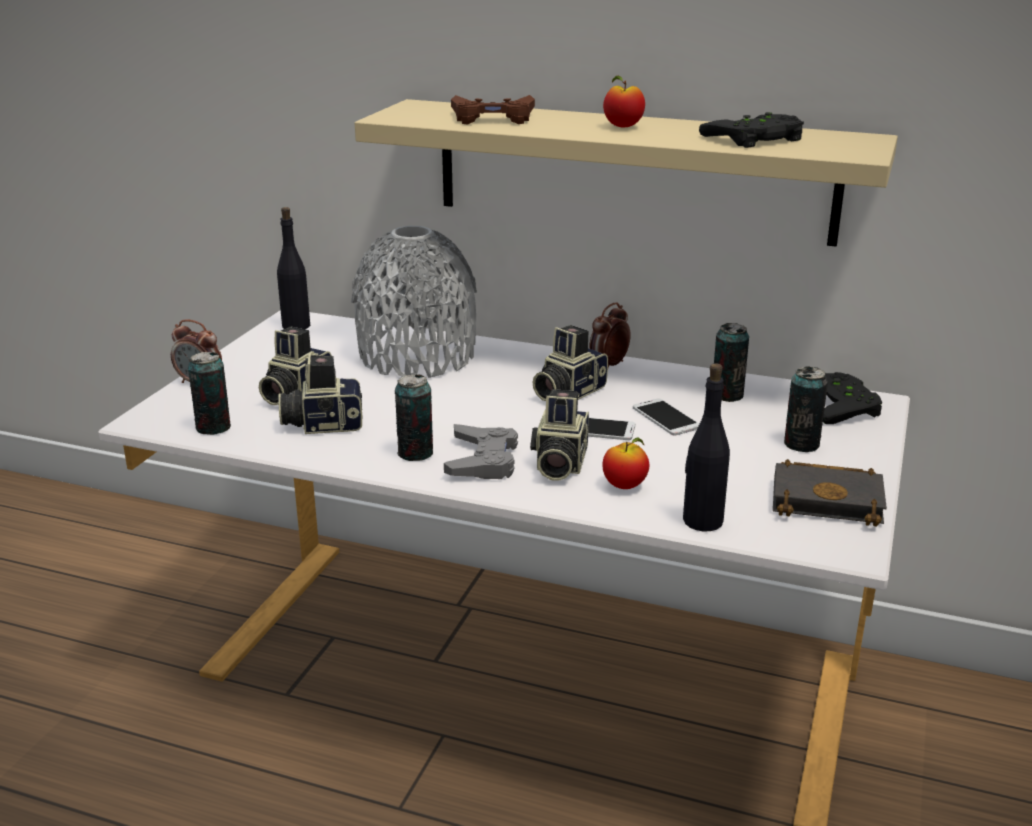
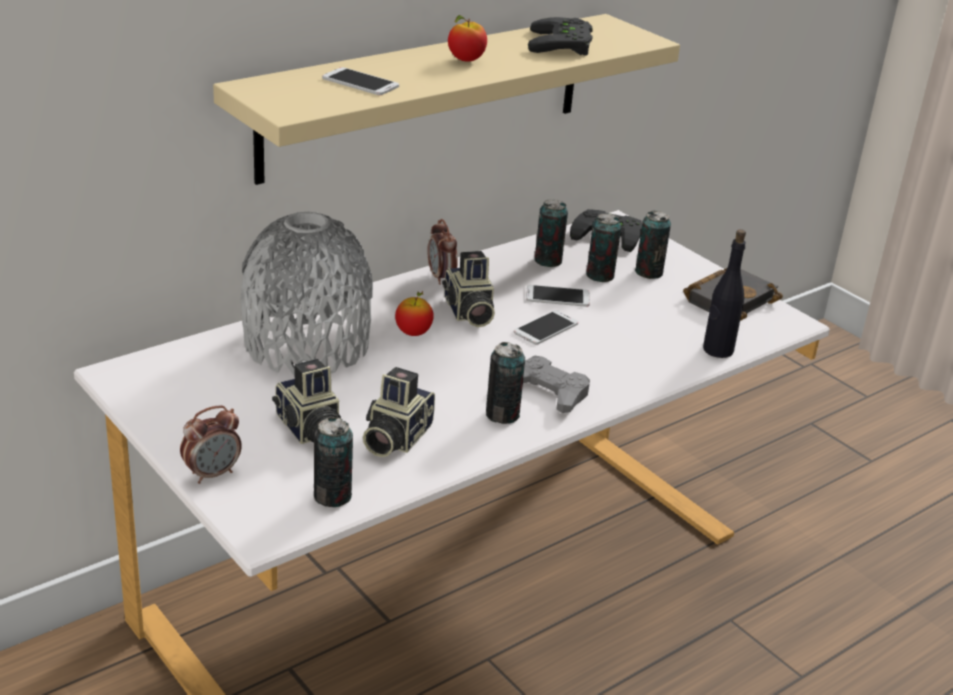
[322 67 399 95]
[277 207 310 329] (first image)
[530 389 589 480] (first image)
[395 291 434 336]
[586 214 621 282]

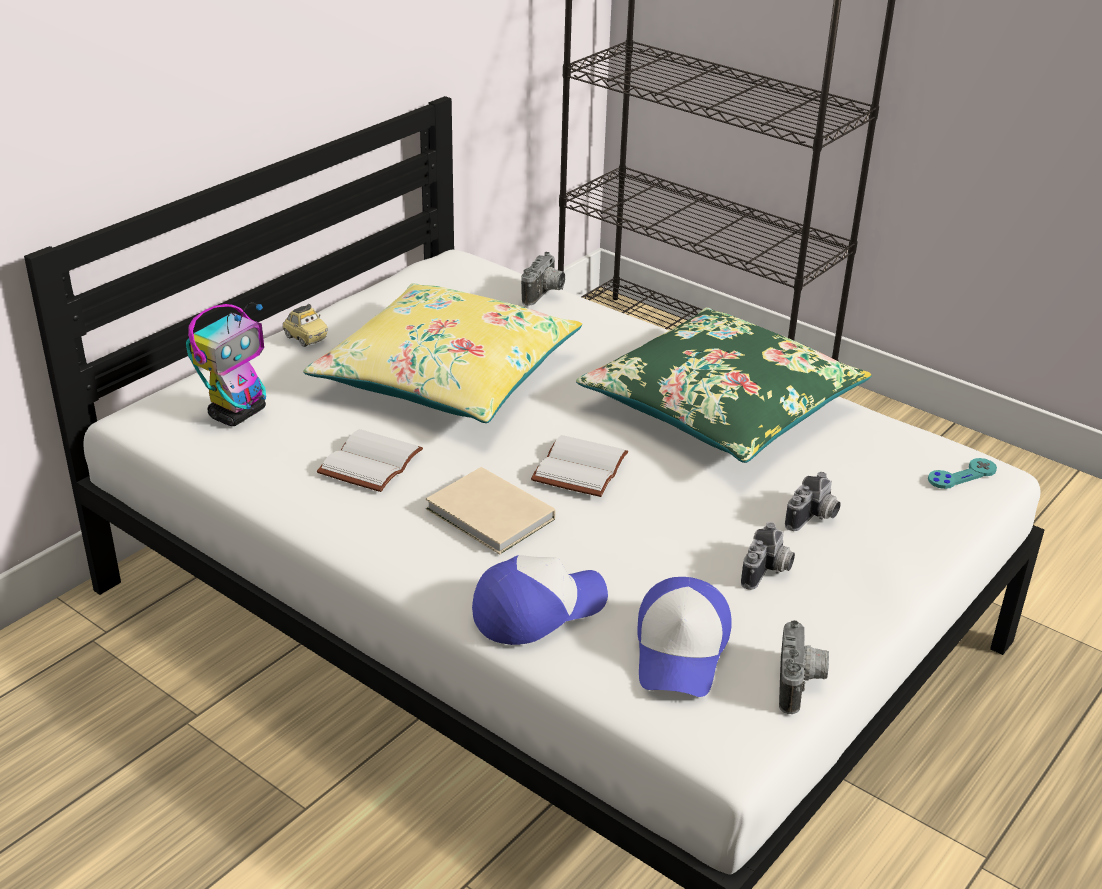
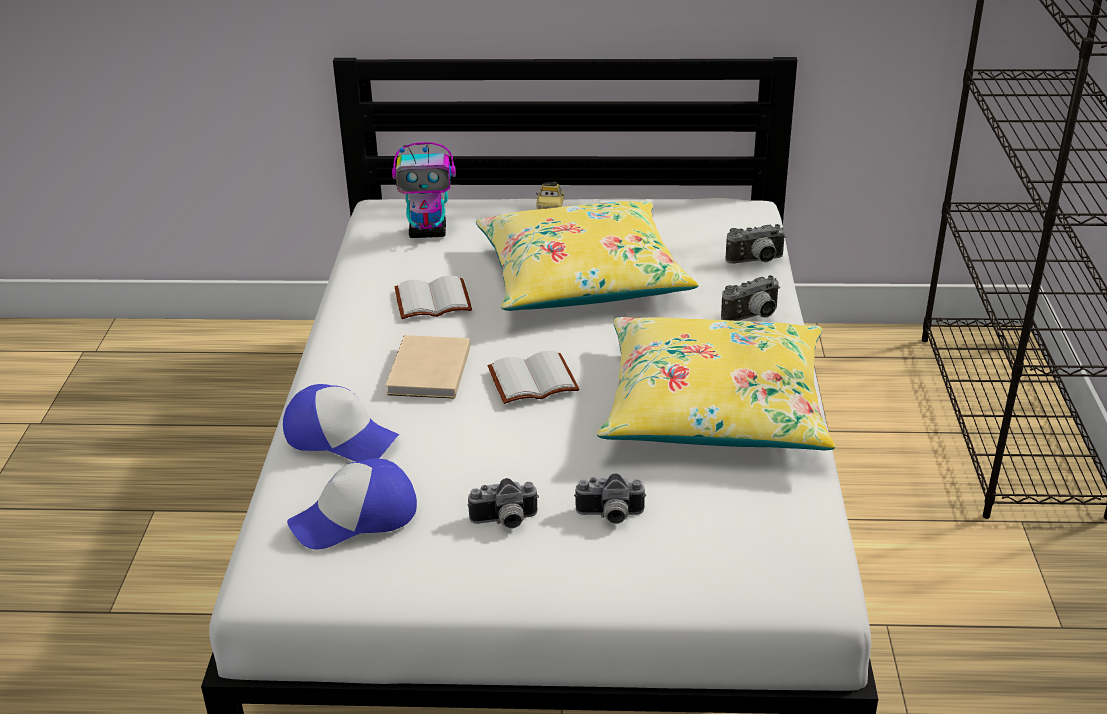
[597 317 835 450]
[928 458 997 489] (first image)
[721 275 780 321]

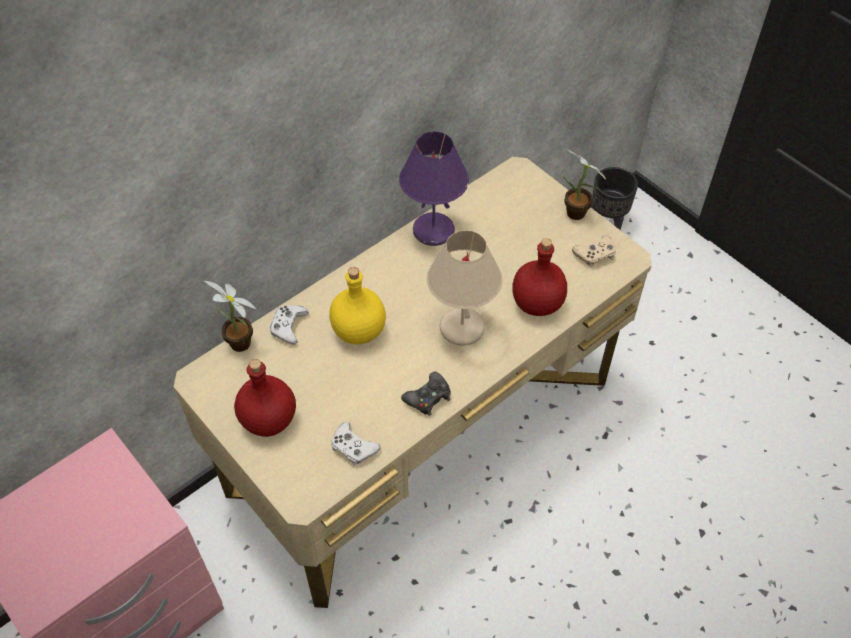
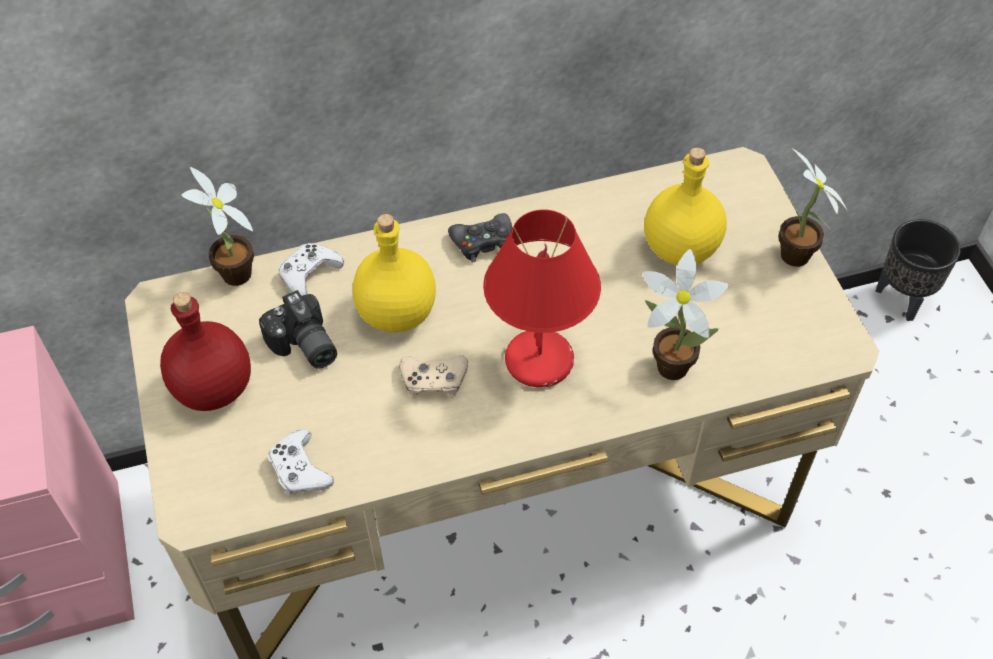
[399 131 469 246] (first image)
[483 209 601 388]
[399 355 468 398]
[643 249 730 380]
[448 213 512 263]
[644 147 727 265]
[259 290 337 368]

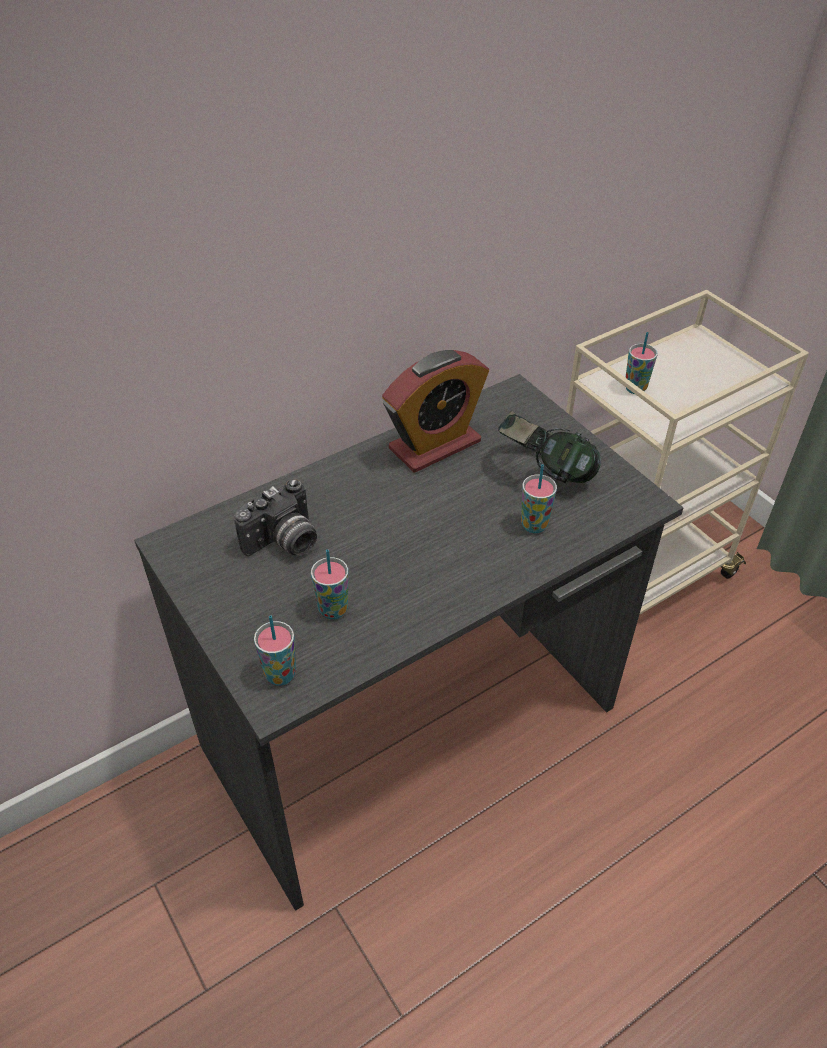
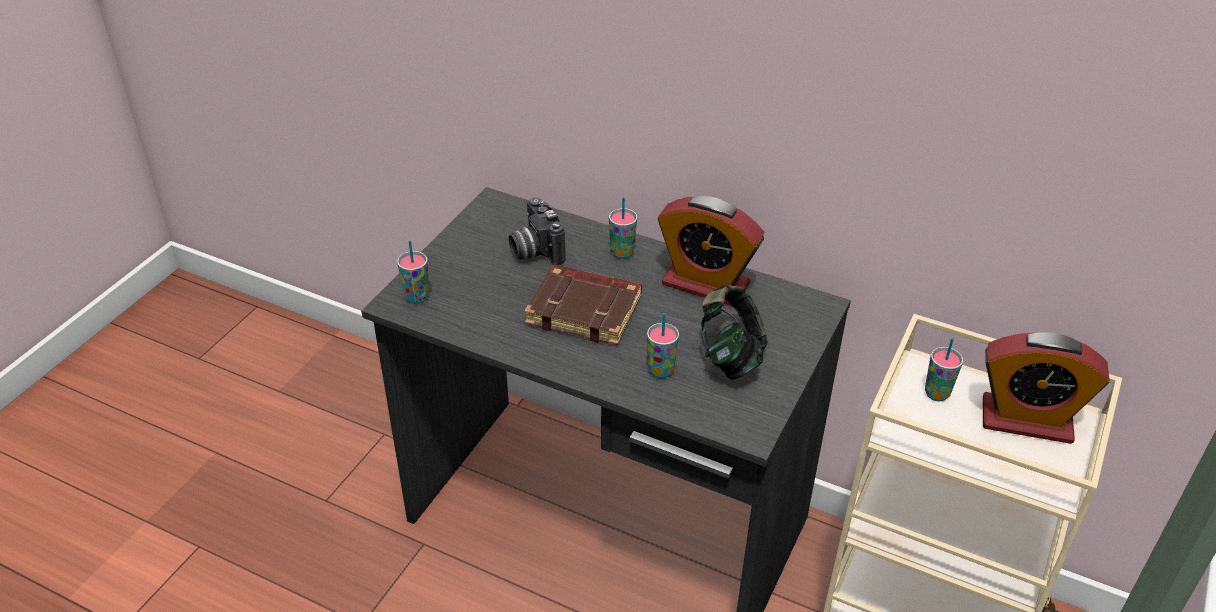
[509 197 566 265]
[609 197 637 259]
[524 265 642 345]
[983 332 1110 444]

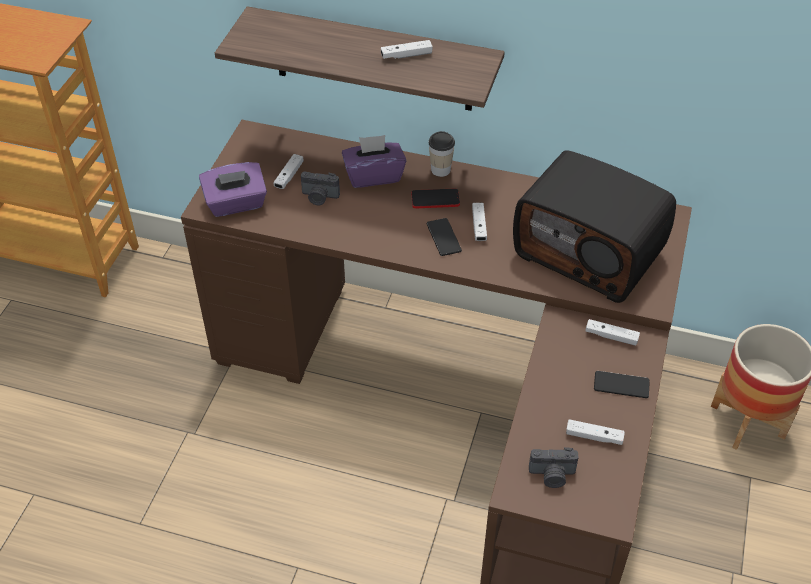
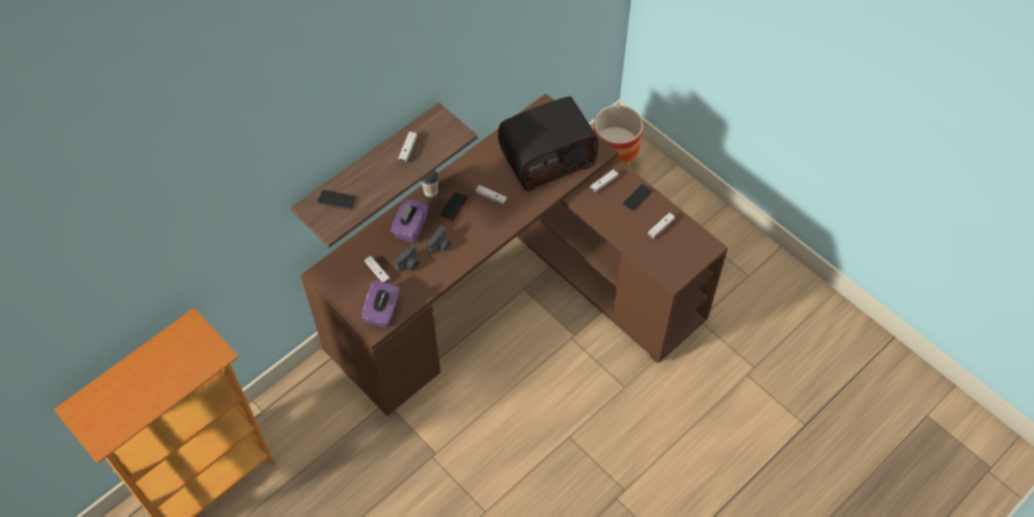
[318 190 356 210]
[427 225 450 255]

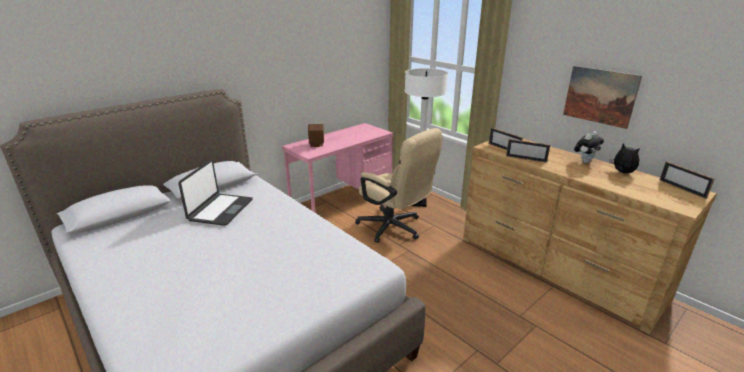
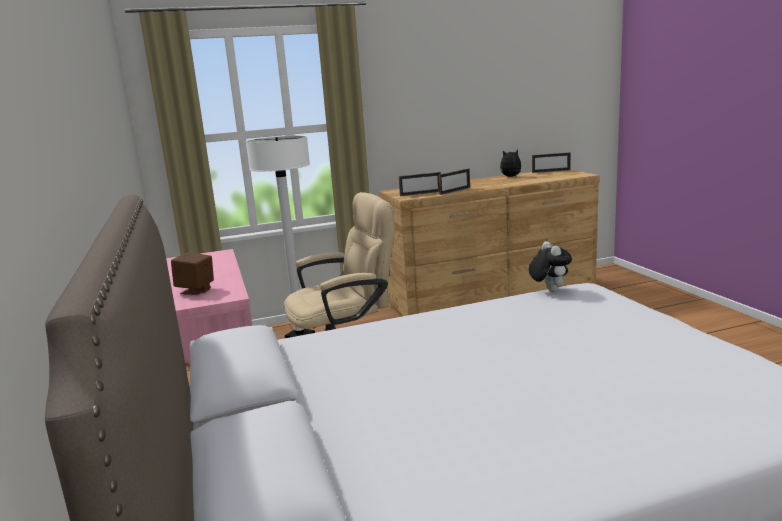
[563 66 642 129] (first image)
[529 241 572 292]
[178 160 253 226] (first image)

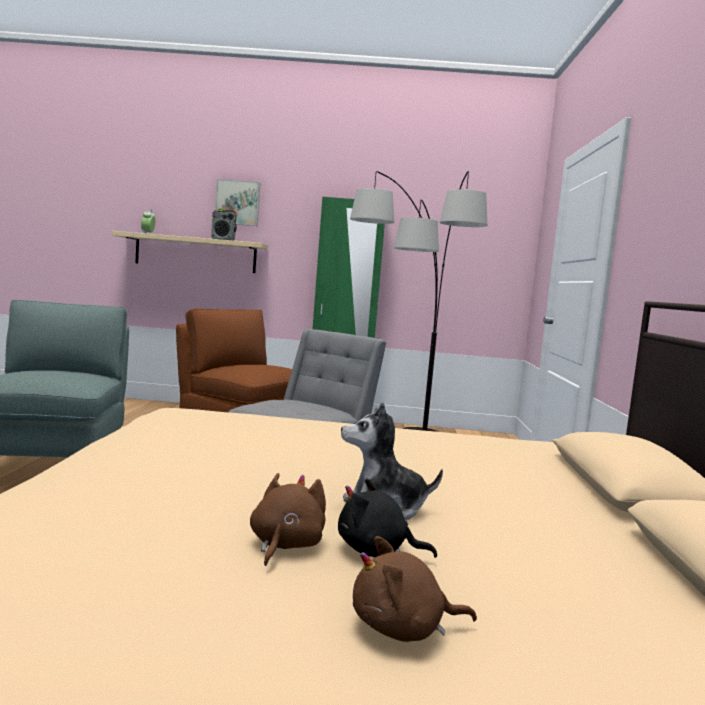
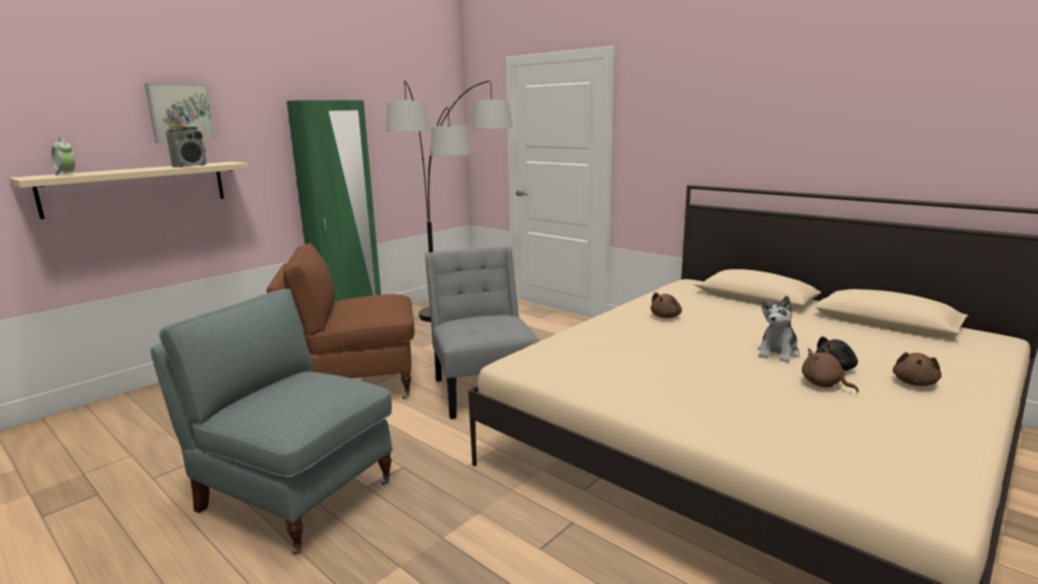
[651 292 682 318]

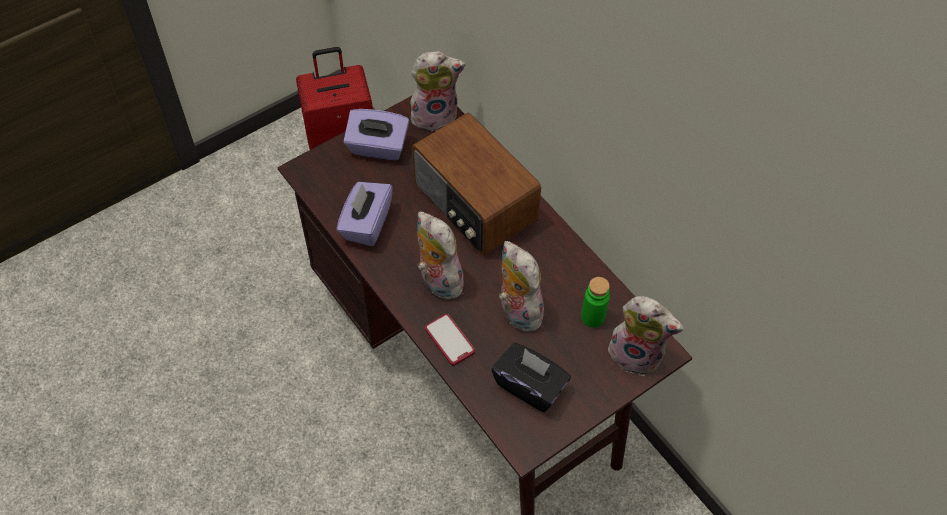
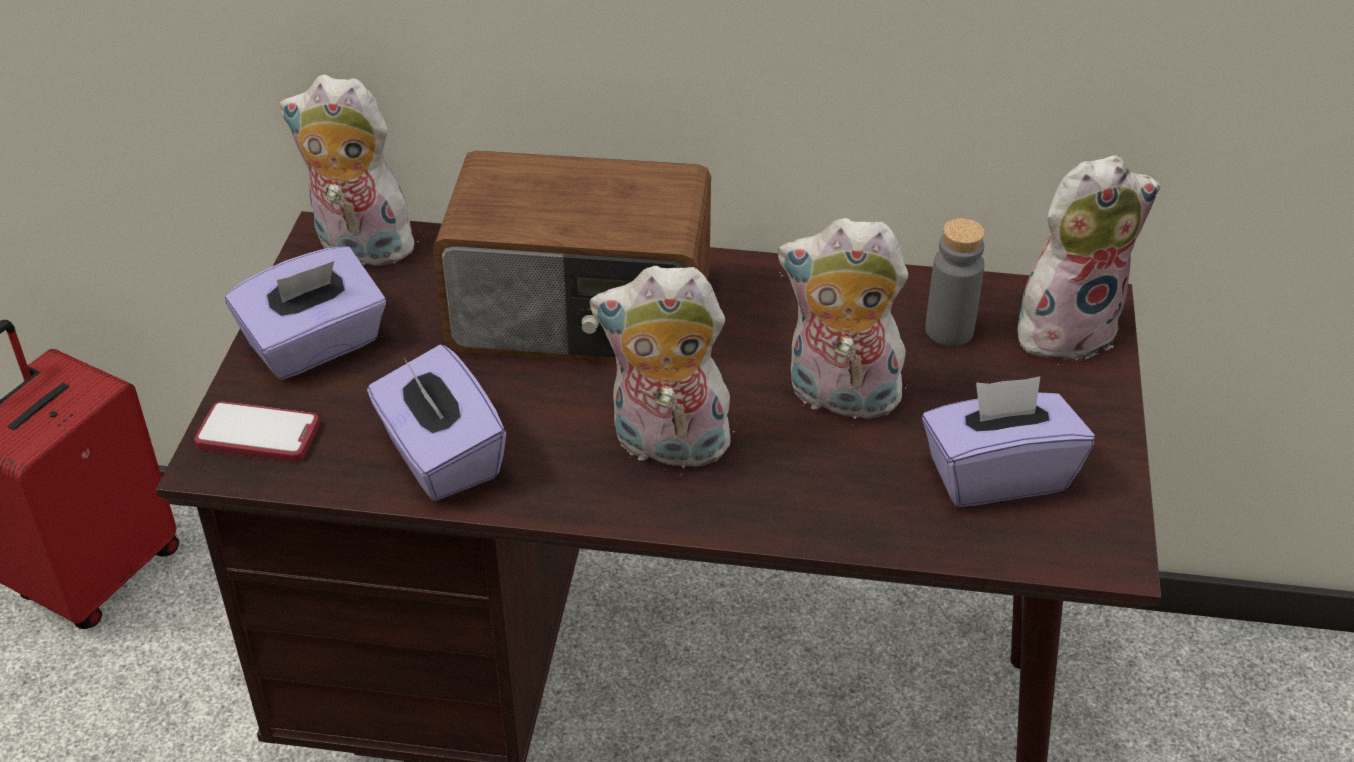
[280 75 419 266]
[925 218 985 346]
[195 402 320 462]
[922 377 1095 507]

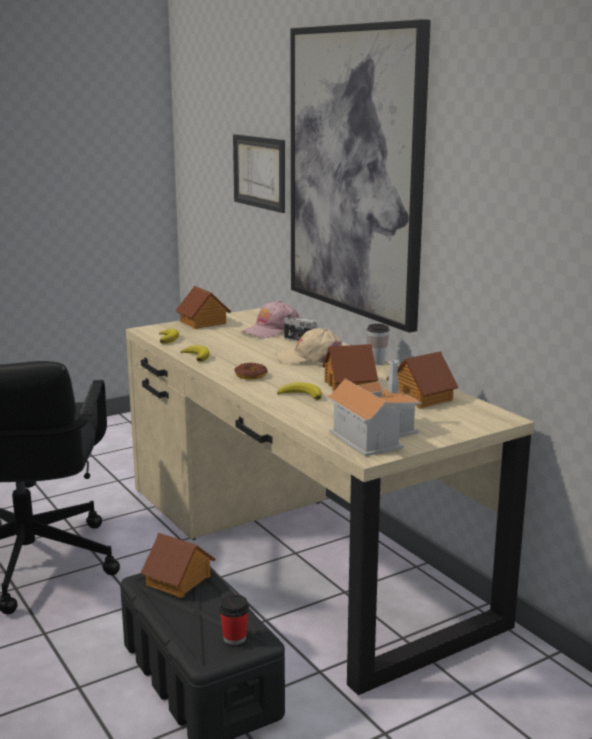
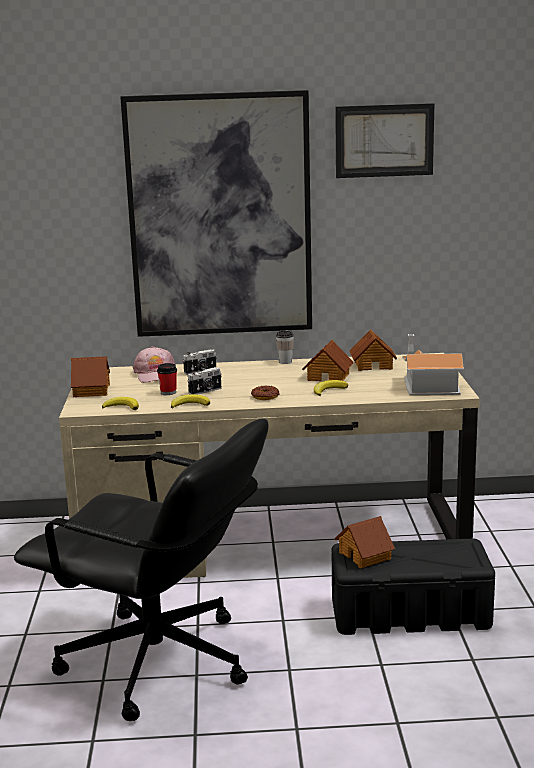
[335 103 434 178]
[276 328 342 364] (first image)
[157 363 177 395]
[188 367 222 395]

